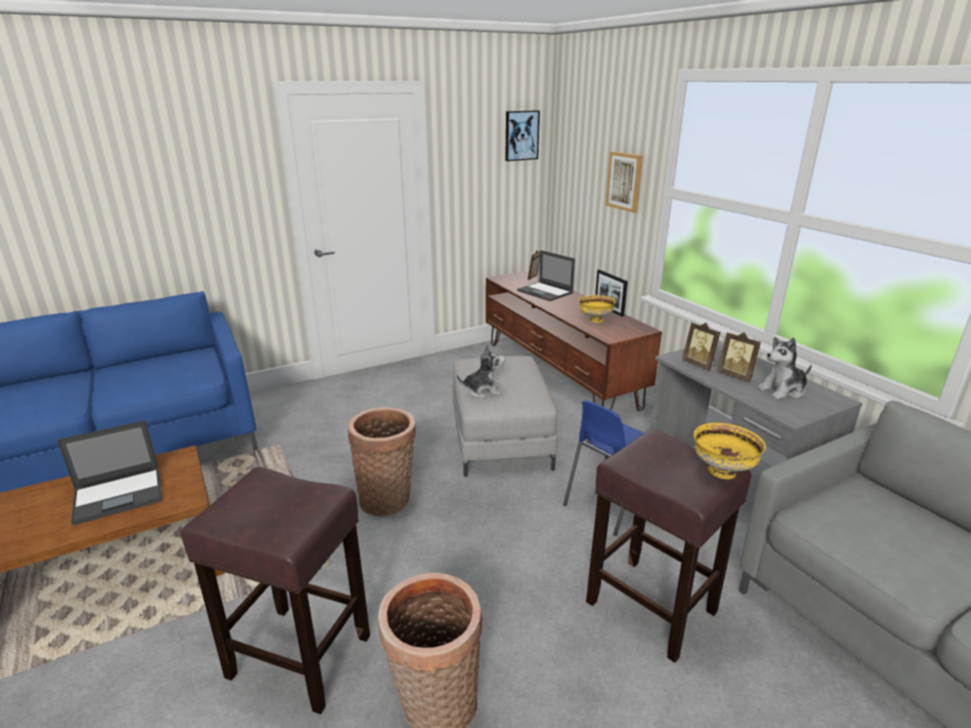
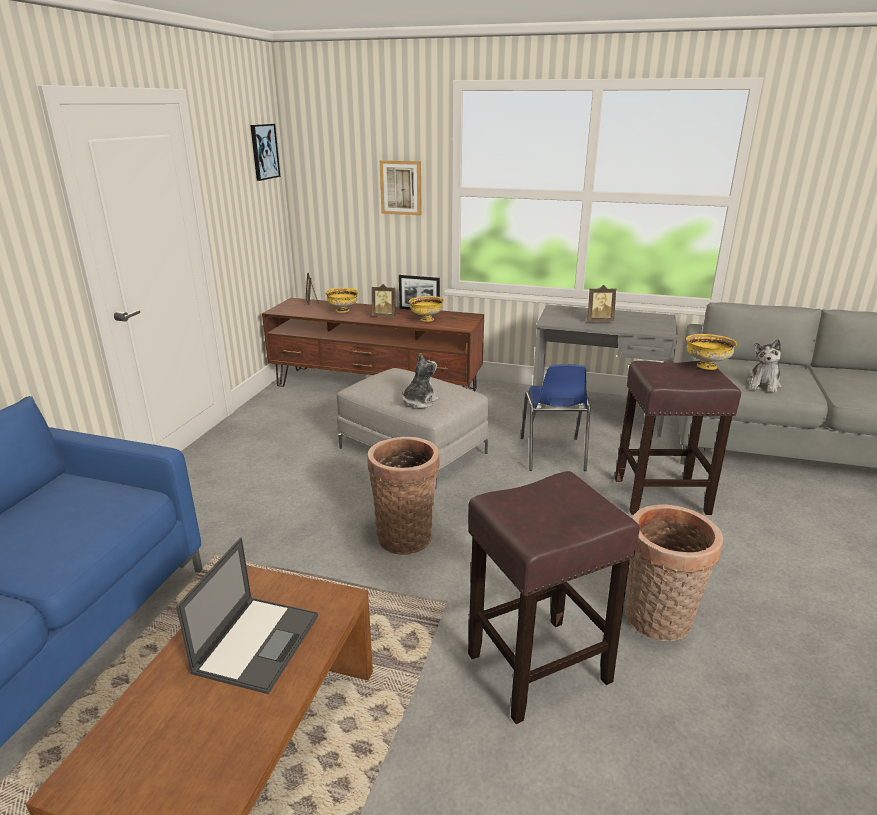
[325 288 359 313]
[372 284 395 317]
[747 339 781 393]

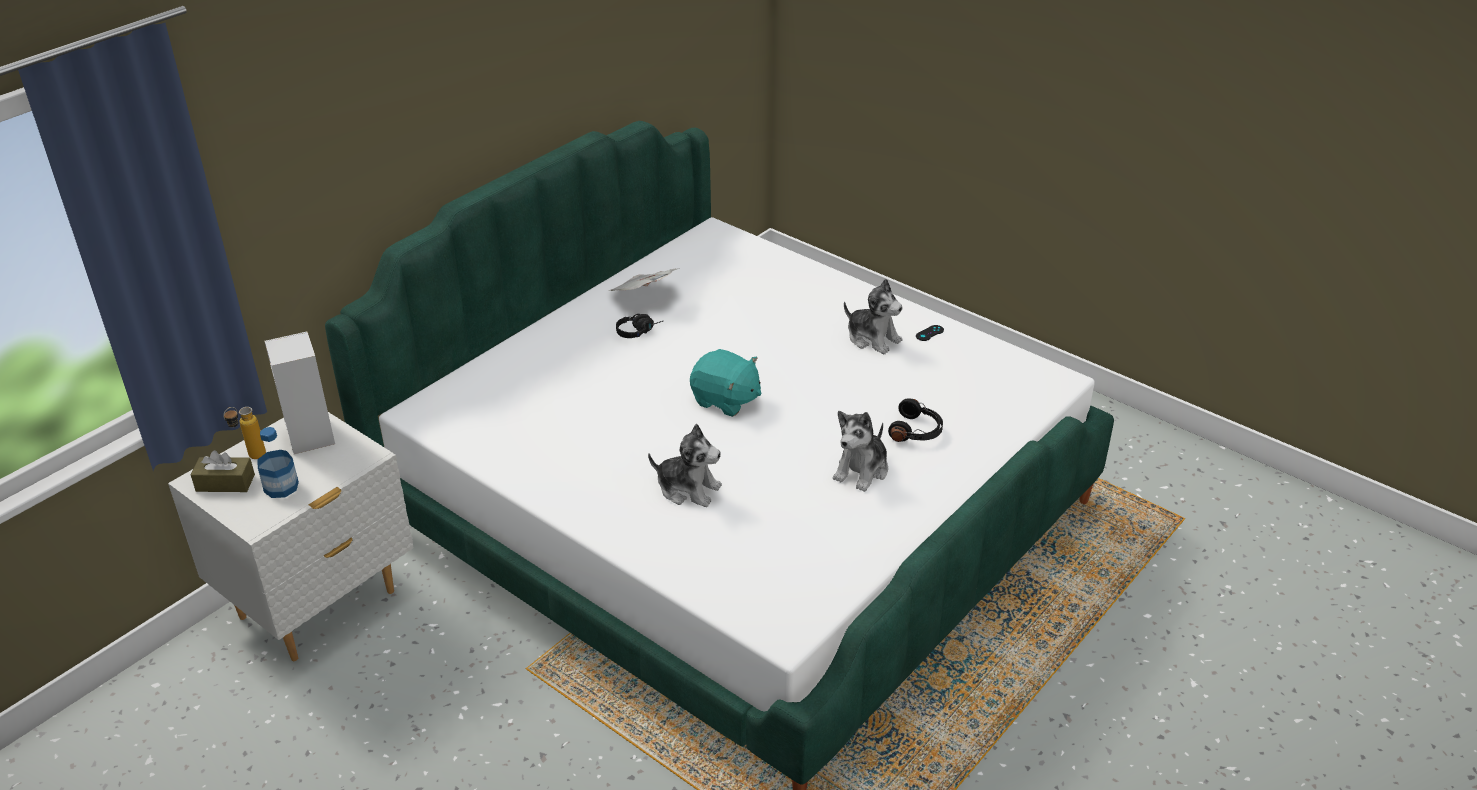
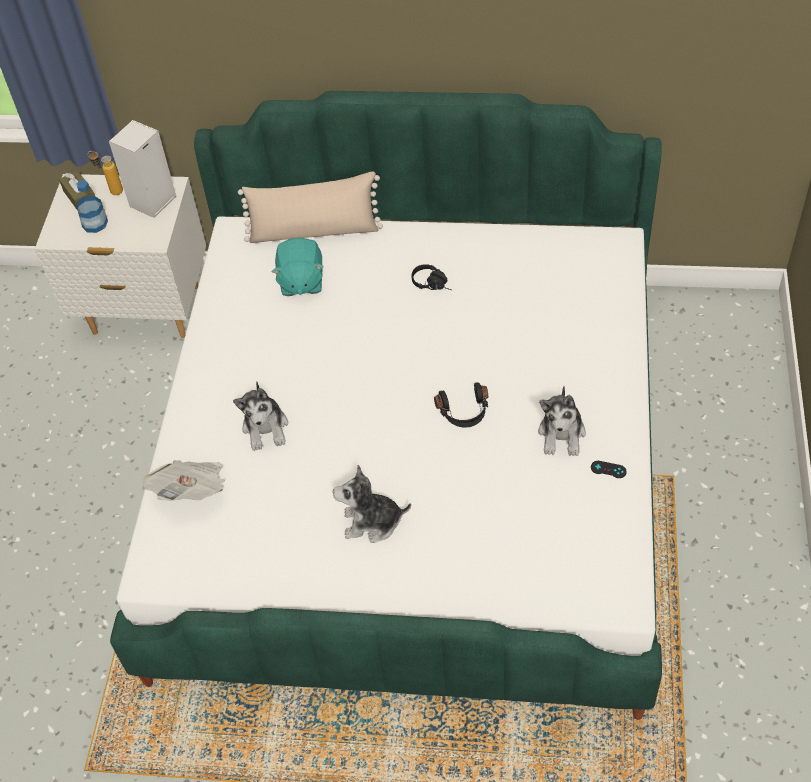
[143 460 225 501]
[272 238 324 296]
[434 382 488 428]
[238 171 383 243]

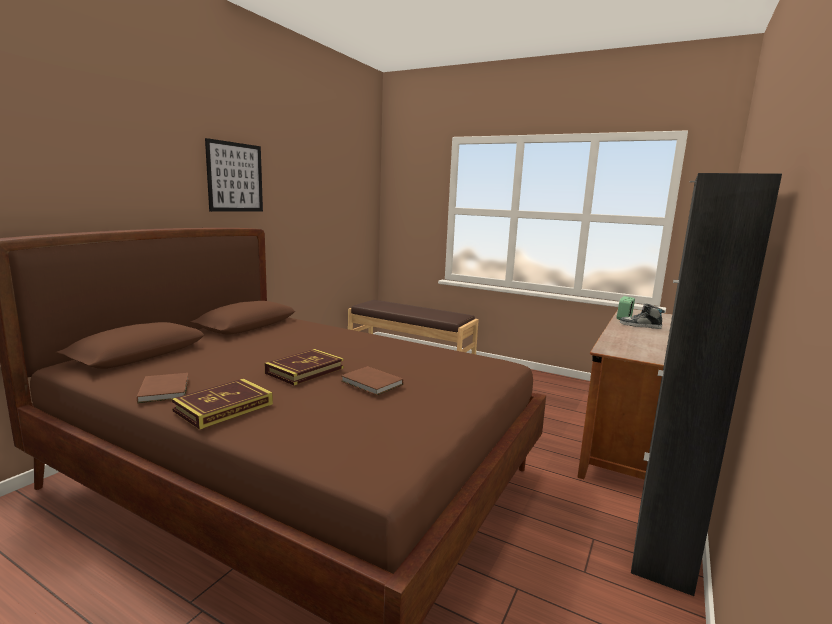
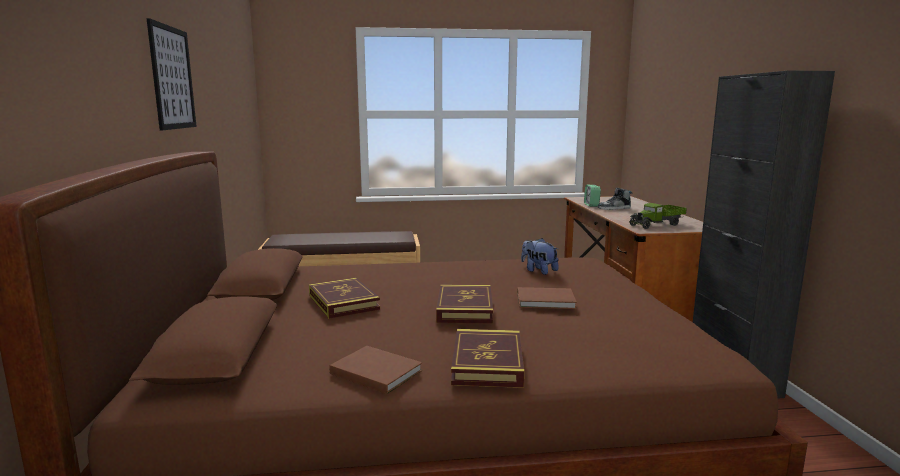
[630 203 687 229]
[521 238 559 275]
[309 278 380 319]

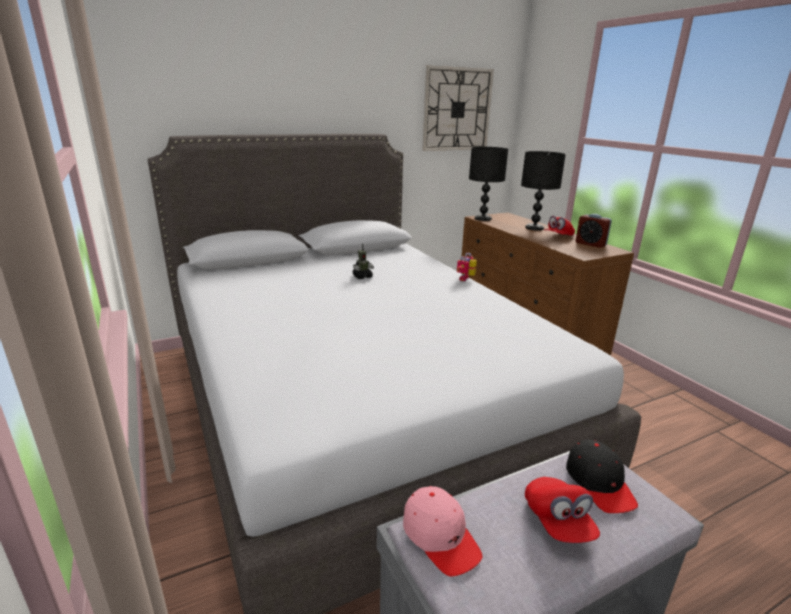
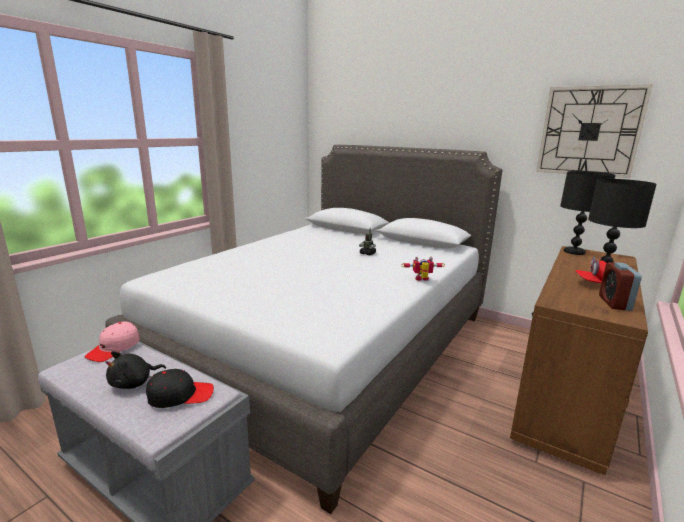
[146 369 214 408]
[105 351 166 389]

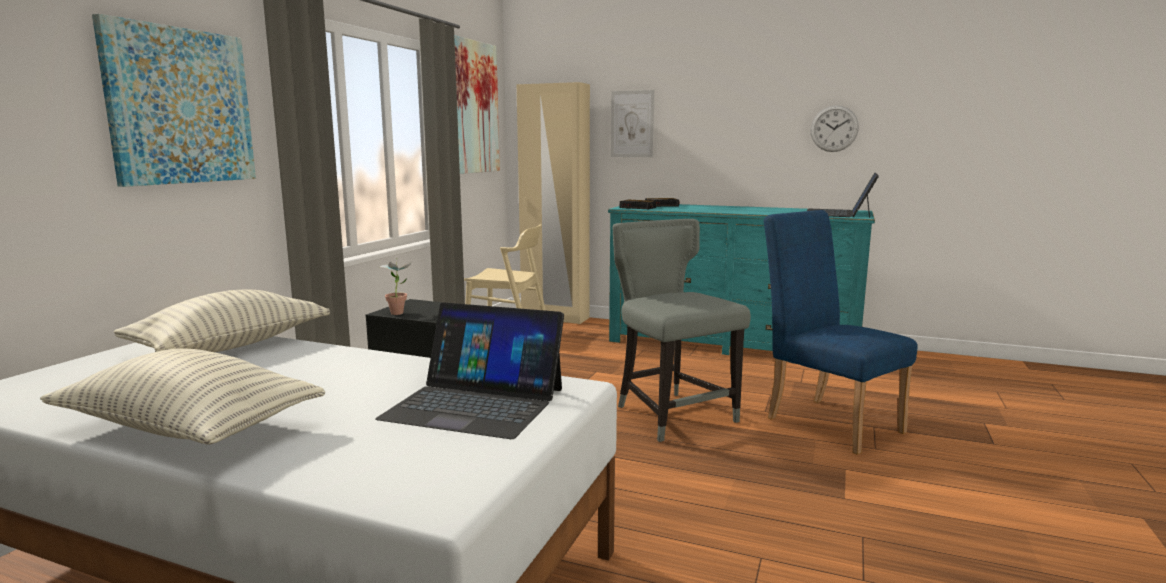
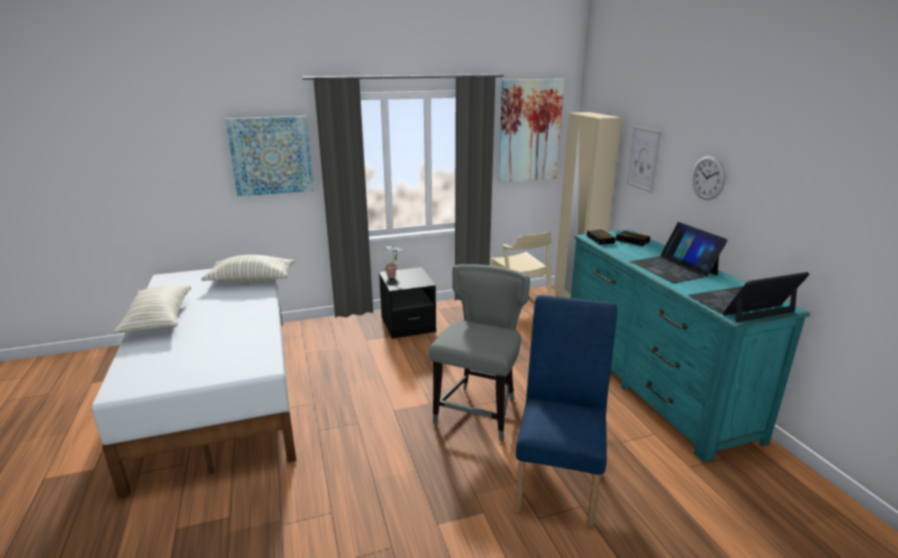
[692 156 725 200]
[630 222 727 283]

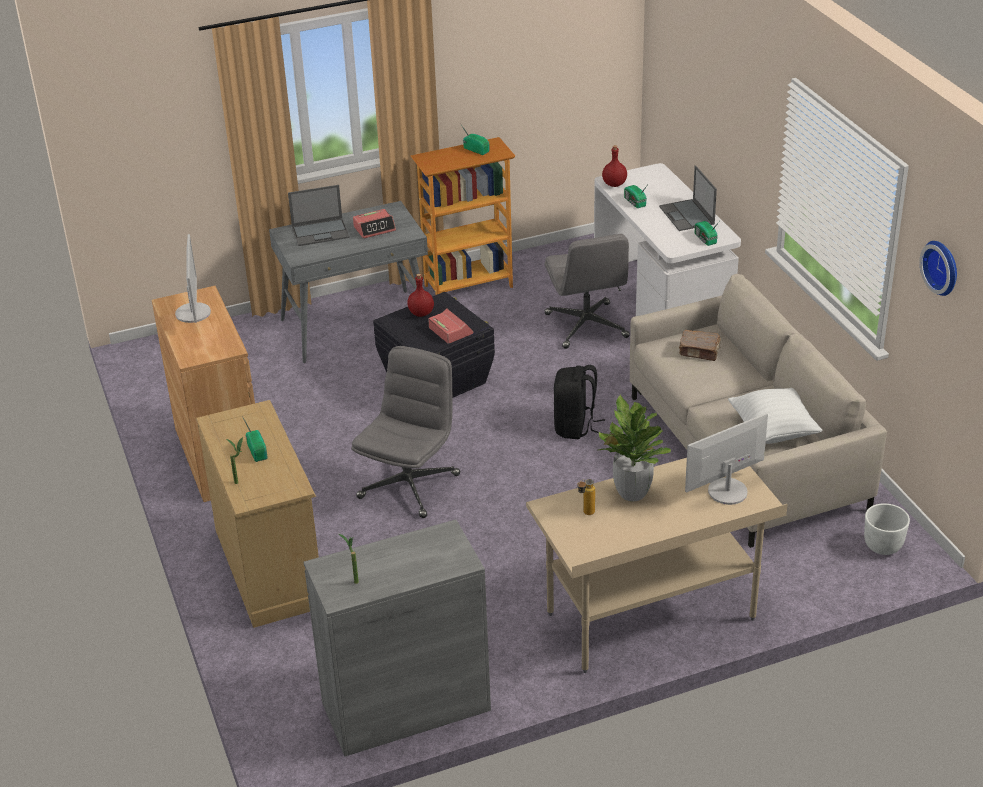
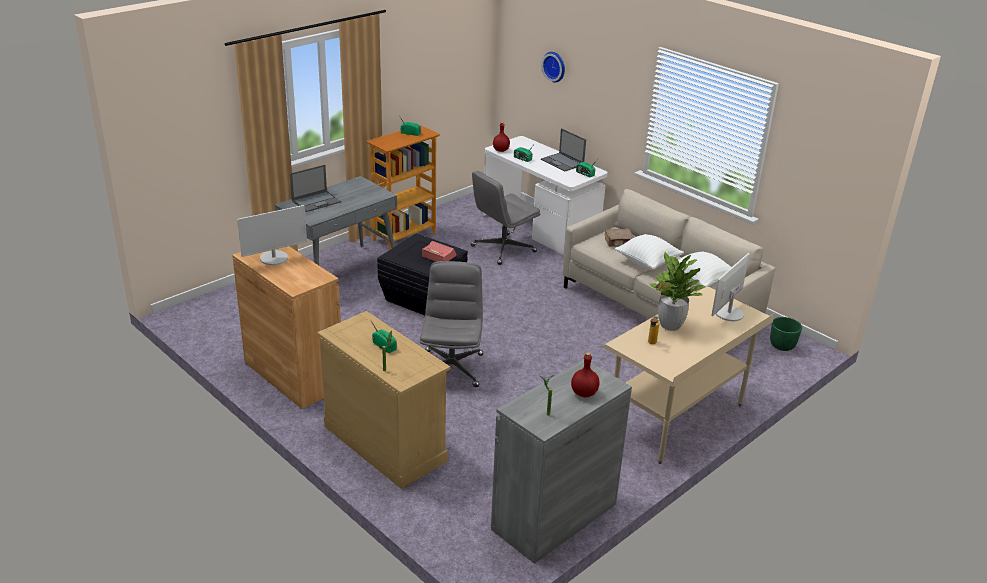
[353 209 396 239] (first image)
[237 205 307 265]
[470 171 540 265]
[541 52 565 83]
[571 352 600 397]
[554 365 605 439] (first image)
[770 317 802 351]
[614 234 684 270]

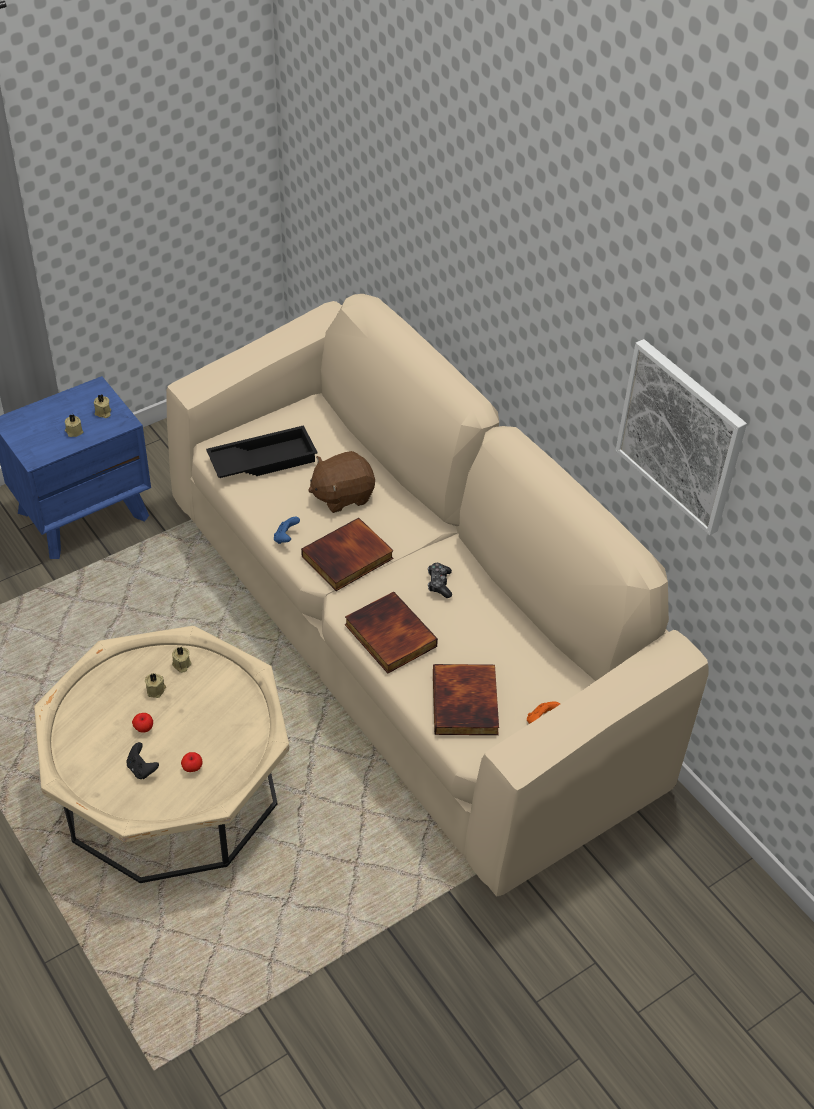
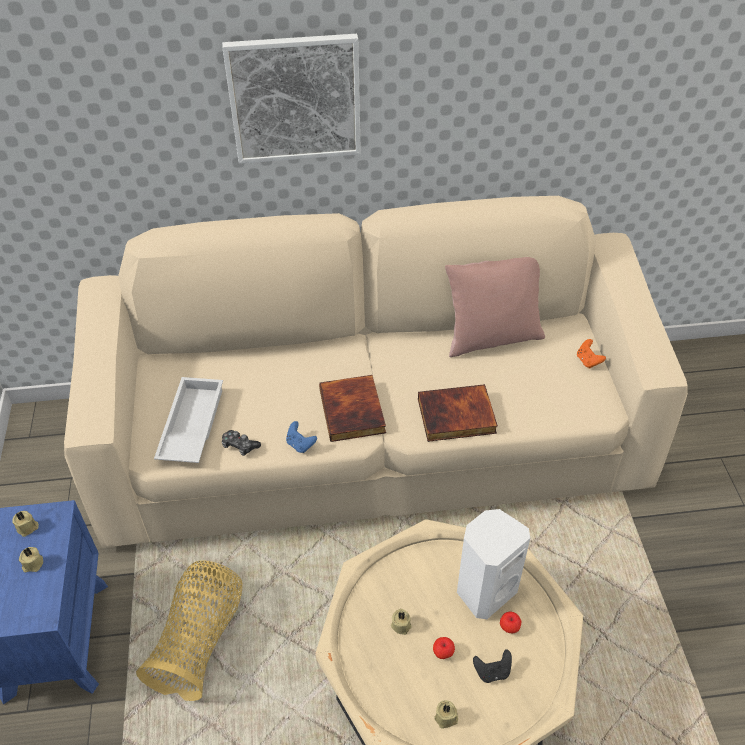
[222 34 361 164]
[154 377 223 463]
[308 451 375 513] (first image)
[222 430 261 456]
[434 700 458 729]
[433 664 499 735] (first image)
[445 257 545 357]
[457 509 530 619]
[136 561 242 701]

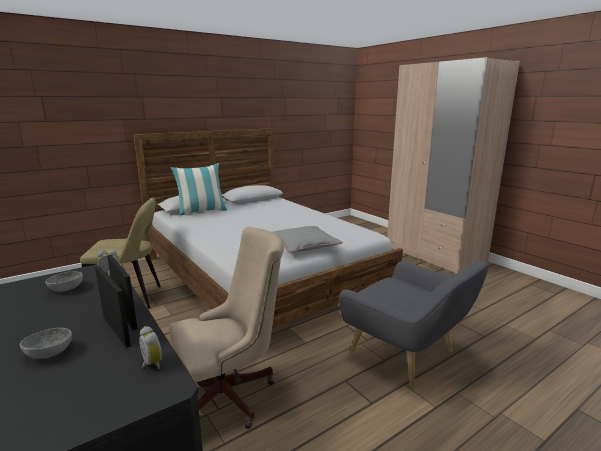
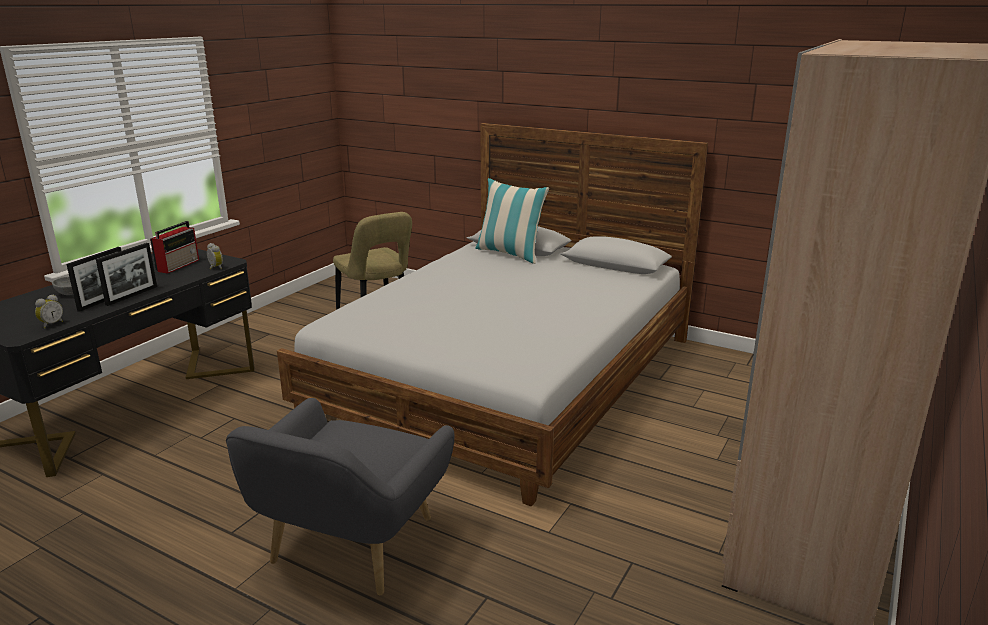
[272 226 343 252] (first image)
[169 227 284 429] (first image)
[150 221 199 273]

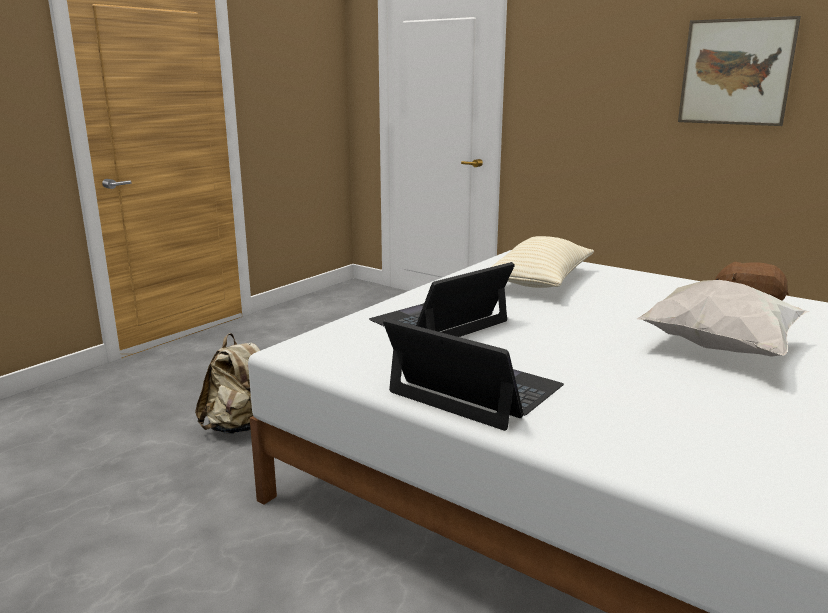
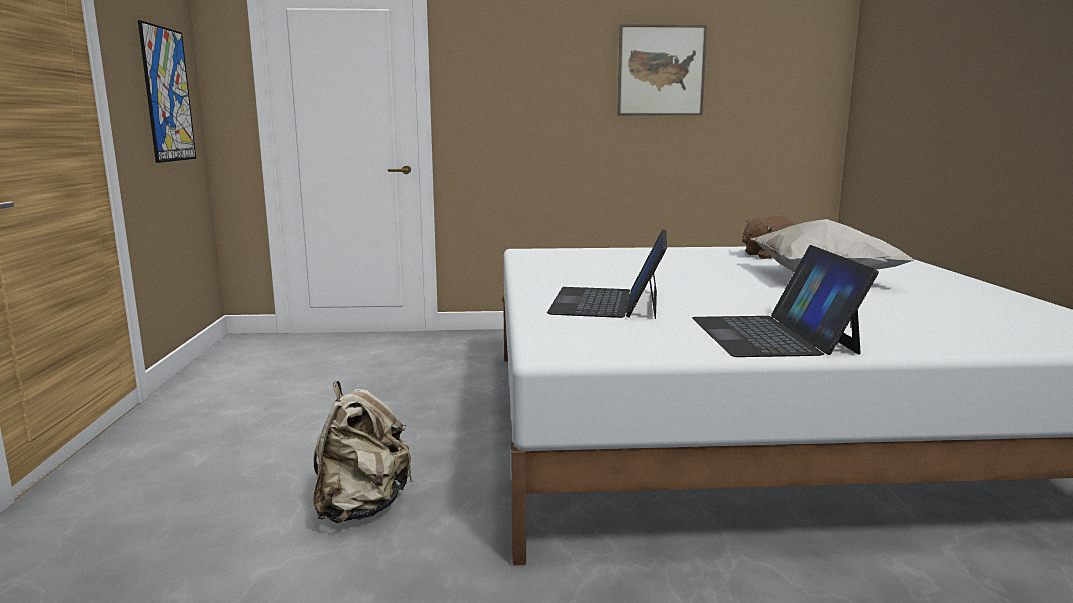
[491 236 594 288] (first image)
[692 245 879 357]
[138 20 196 163]

